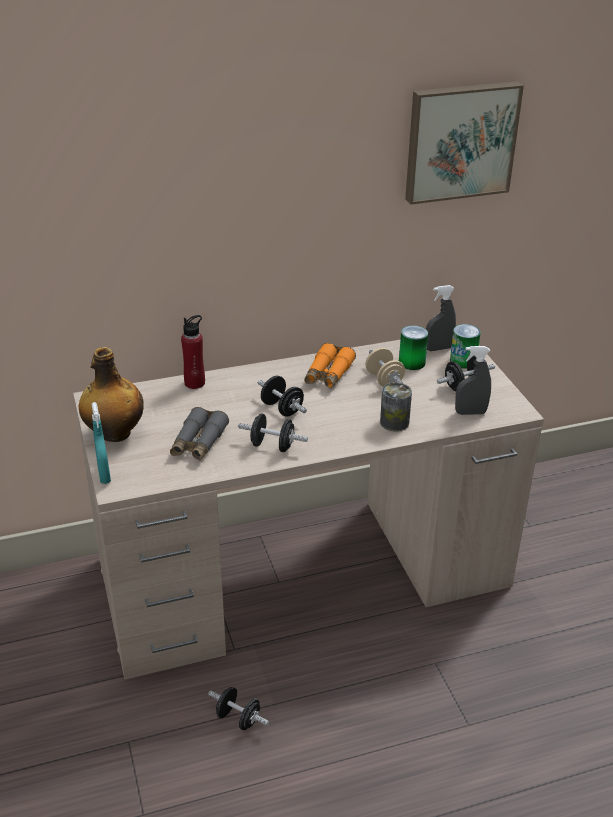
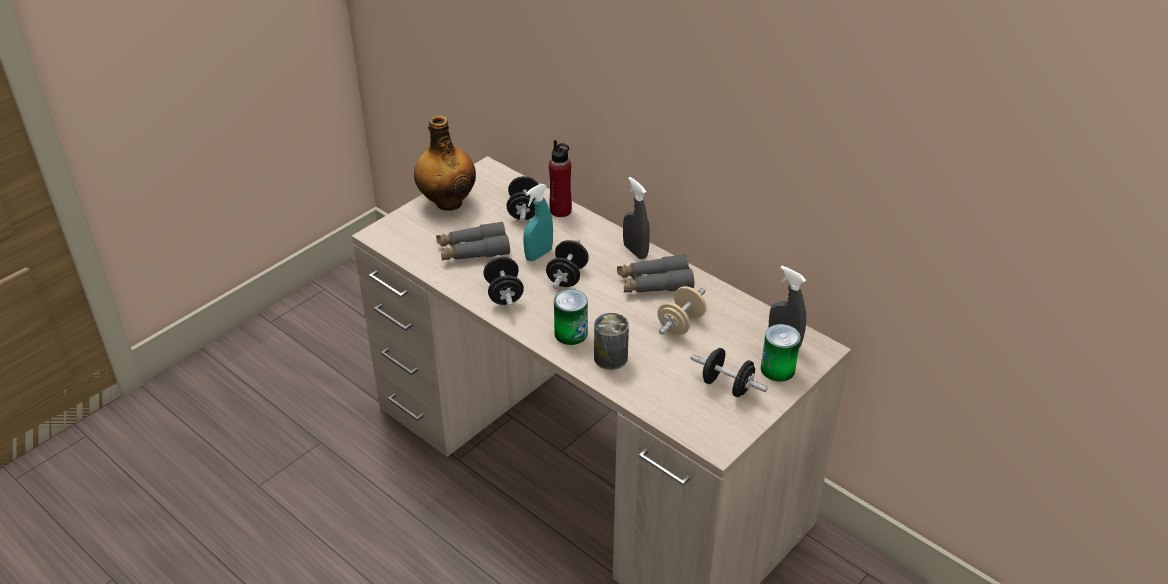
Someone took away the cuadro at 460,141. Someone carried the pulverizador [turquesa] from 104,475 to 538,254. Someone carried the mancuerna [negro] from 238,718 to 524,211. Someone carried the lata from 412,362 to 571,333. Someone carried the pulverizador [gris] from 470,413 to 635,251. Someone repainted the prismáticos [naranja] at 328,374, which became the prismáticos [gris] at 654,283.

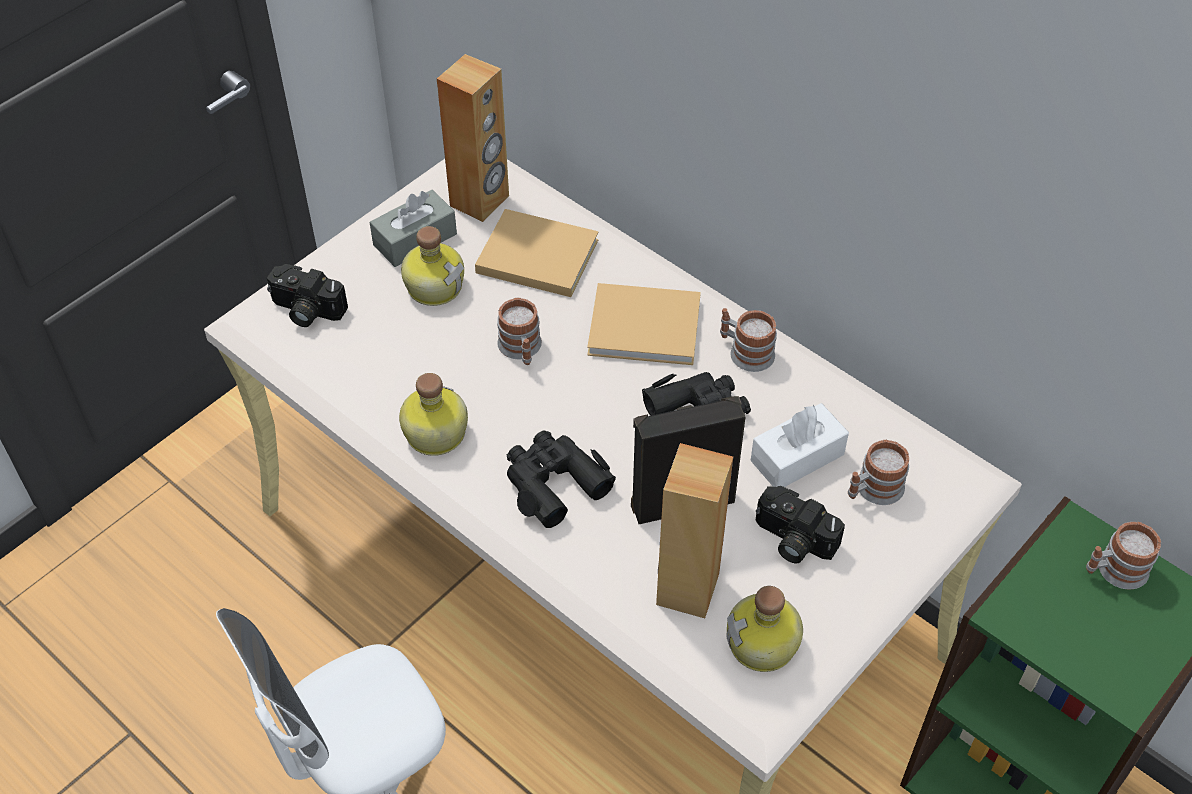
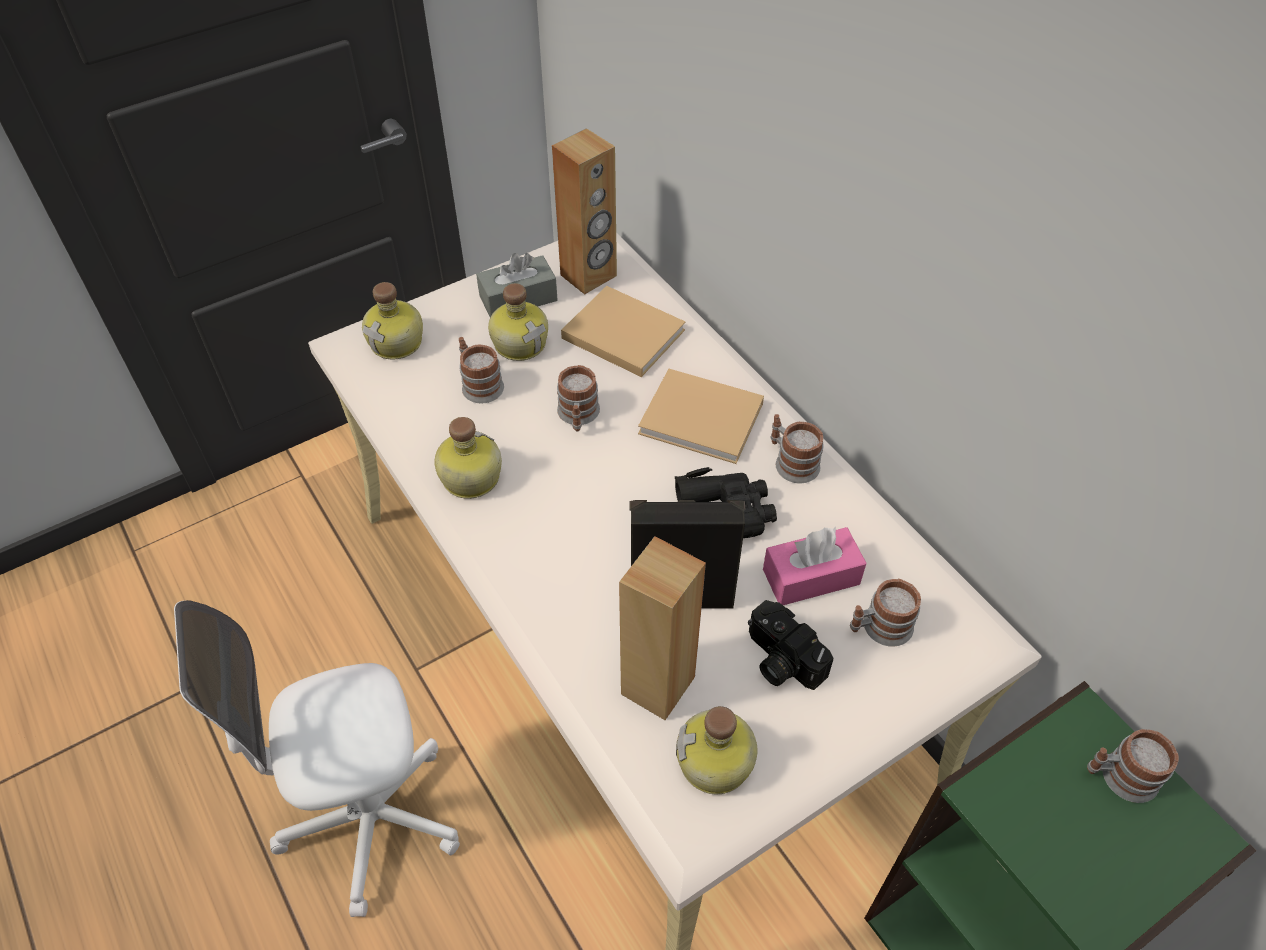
Someone took away the prismáticos [negro] at 553,482. Someone put down the taza grande at 479,384. Someone swapped the cámara at 305,310 for the botella at 398,342. Someone repainted the caja de pañuelos [blanco] at 797,457, which became the caja de pañuelos [rosa] at 811,577.

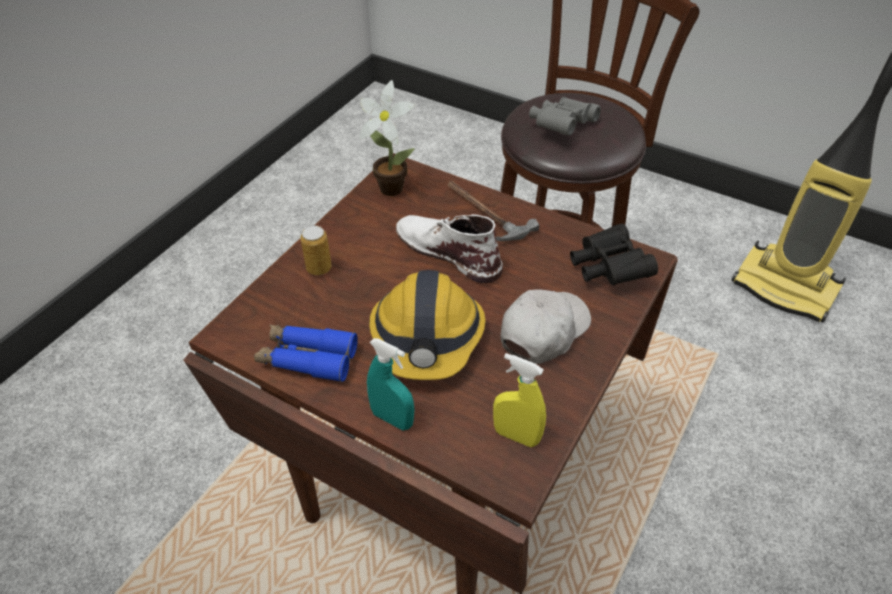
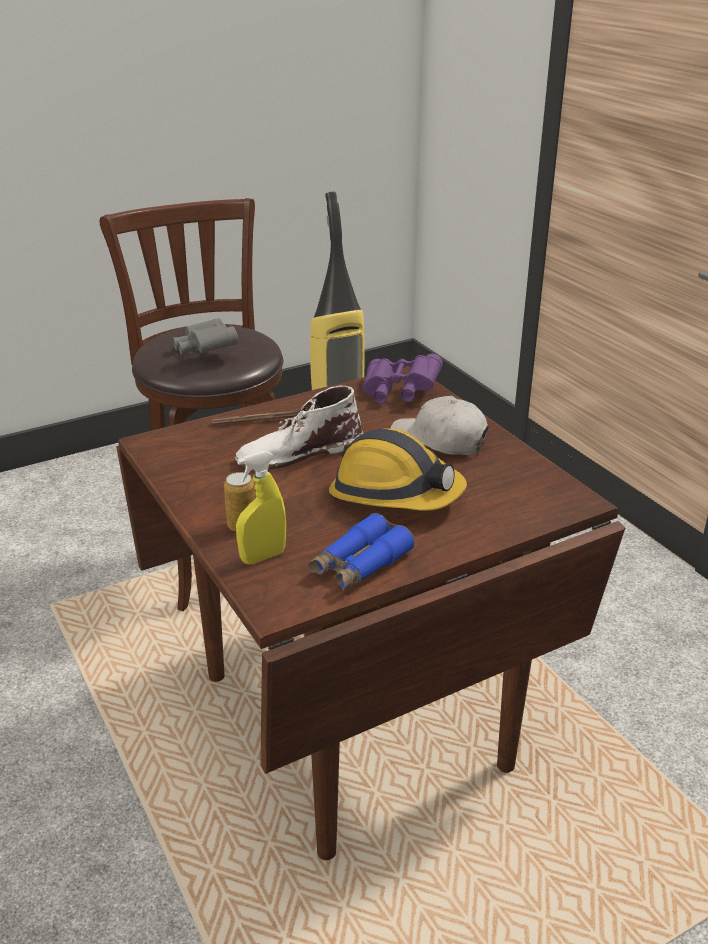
Someone took away the planta en maceta at 389,186. Someone took away the pulverizador [turquesa] at 392,419. Someone carried the pulverizador [amarillo] from 516,436 to 263,557. Someone repainted the prismáticos [negro] at 607,268, which became the prismáticos [morado] at 399,393. Someone rotated the gorra [blanco] at 543,331 by 45 degrees counterclockwise.

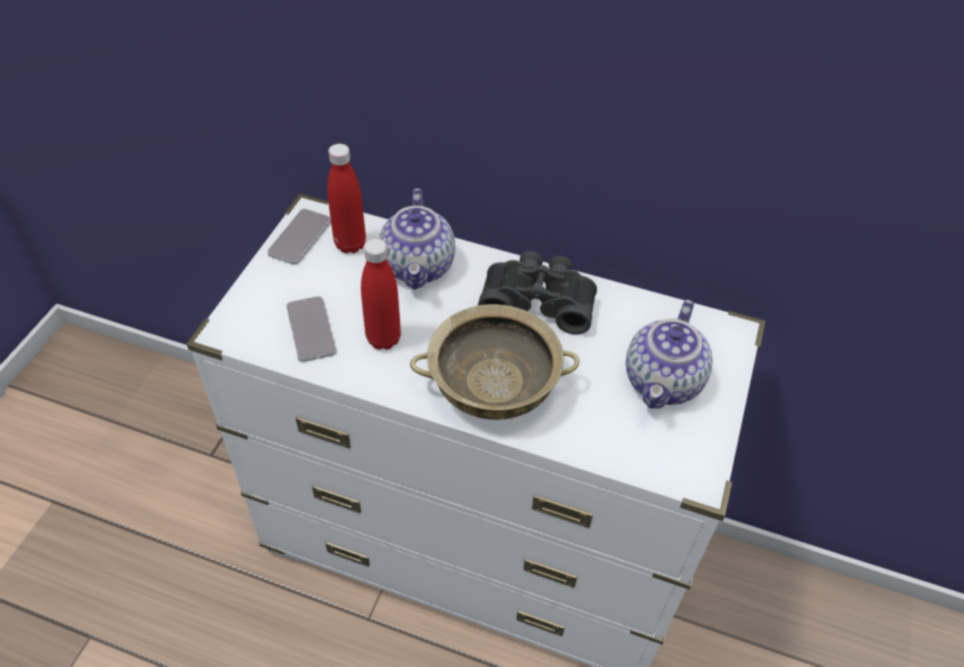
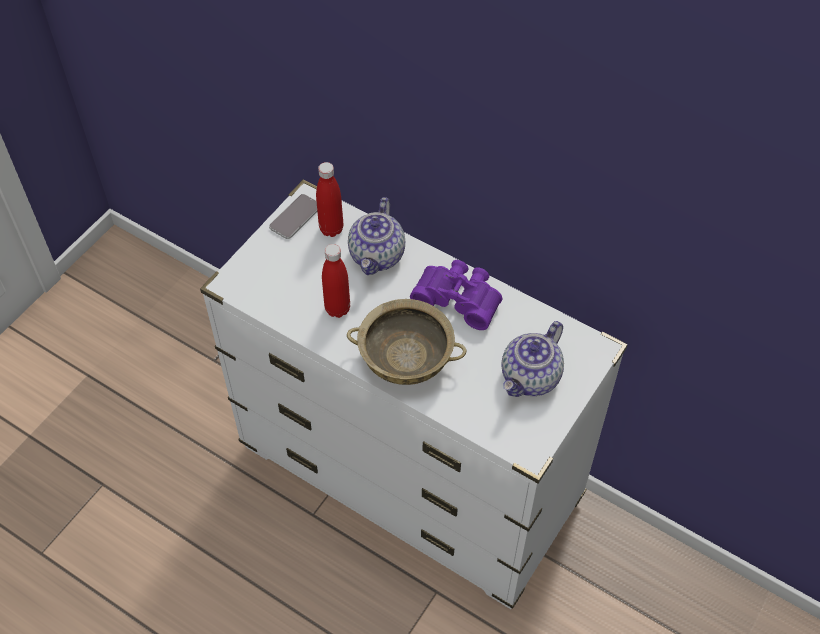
Someone took away the móvil at 311,329. Someone repainted the prismáticos [negro] at 538,300, which became the prismáticos [morado] at 459,298.

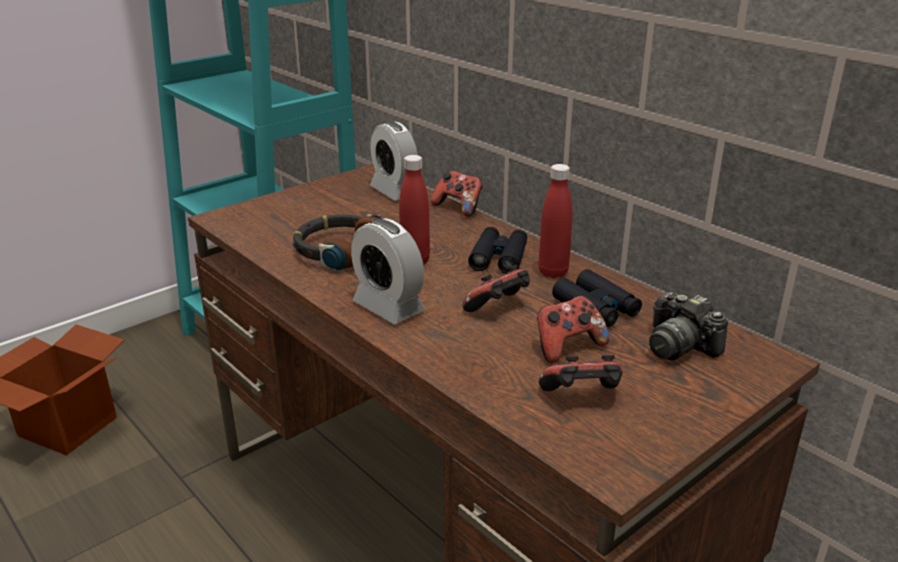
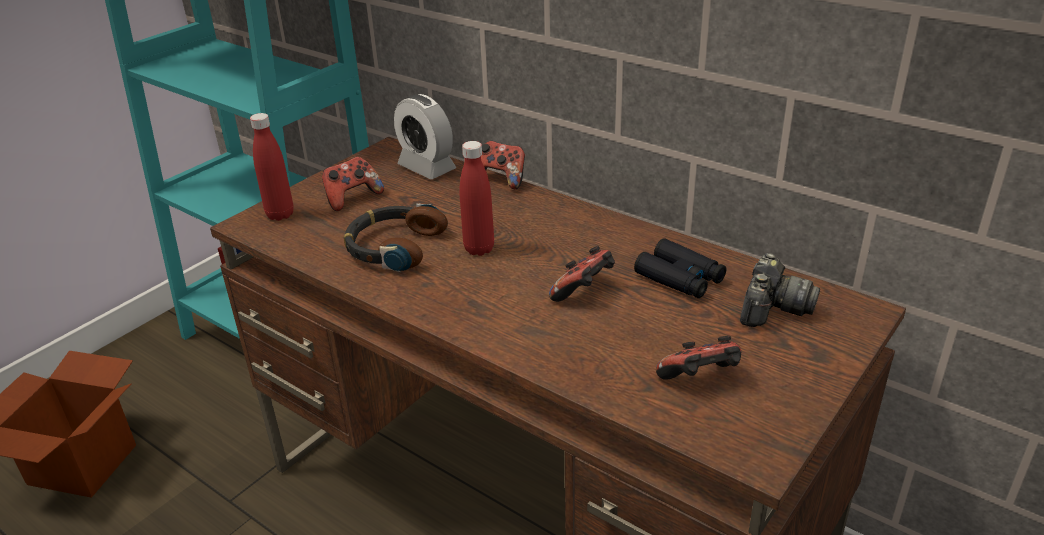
Someone took away the despertador at 388,307. Someone took away the prismáticos [negro] at 499,258. Someone carried the mando de consola from 567,346 to 352,198. Someone carried the botella [rojo] from 553,272 to 280,215. Someone rotated the cámara at 679,346 by 105 degrees counterclockwise.

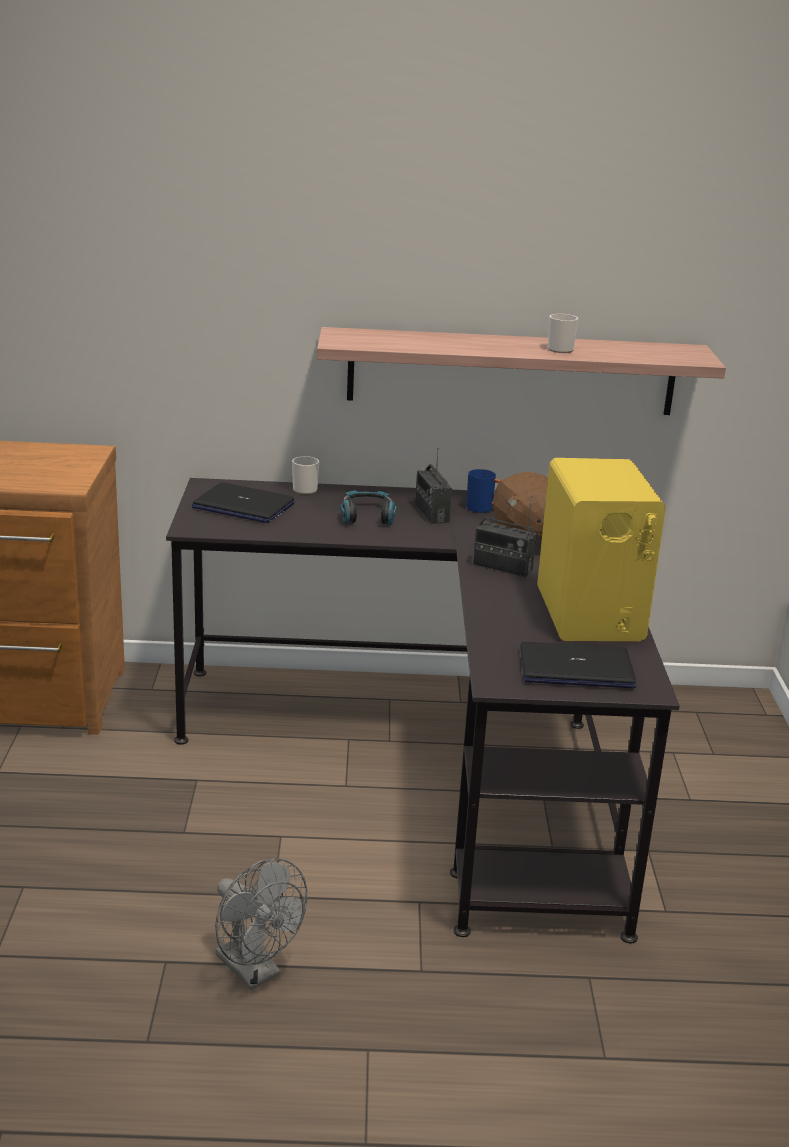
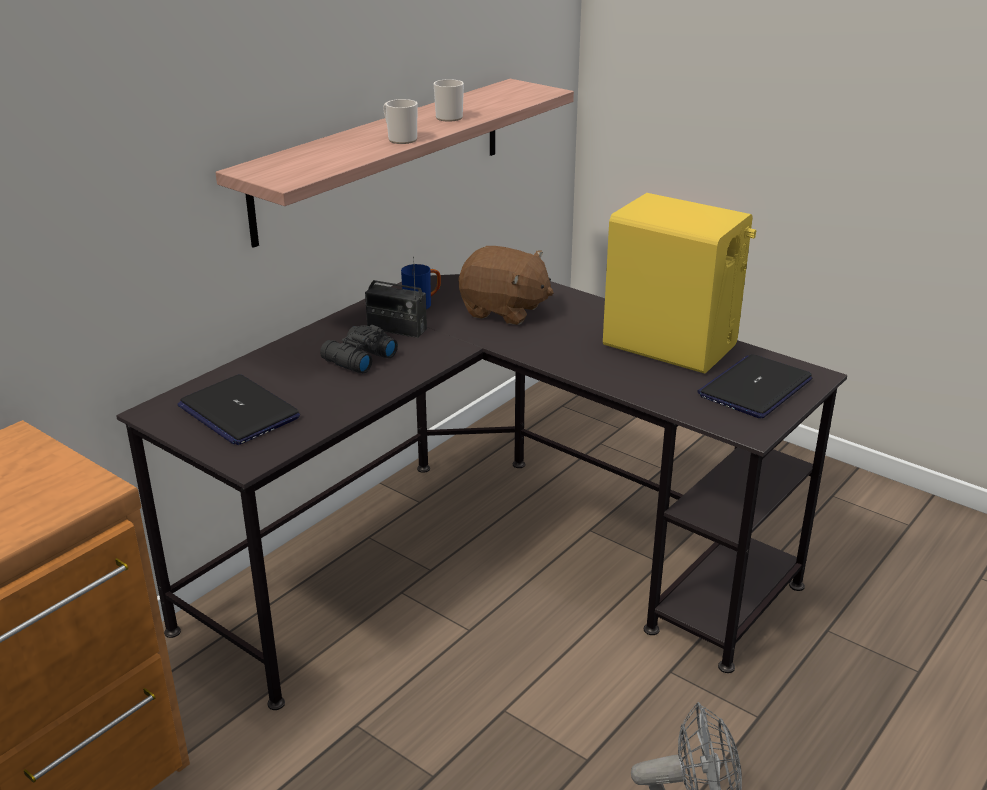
Someone took away the radio at 502,567. Someone carried the taza grande from 305,489 to 400,139. Someone swapped the auriculares at 367,515 for the prismáticos [negro] at 357,359. Someone rotated the portátil at 243,506 by 75 degrees clockwise.

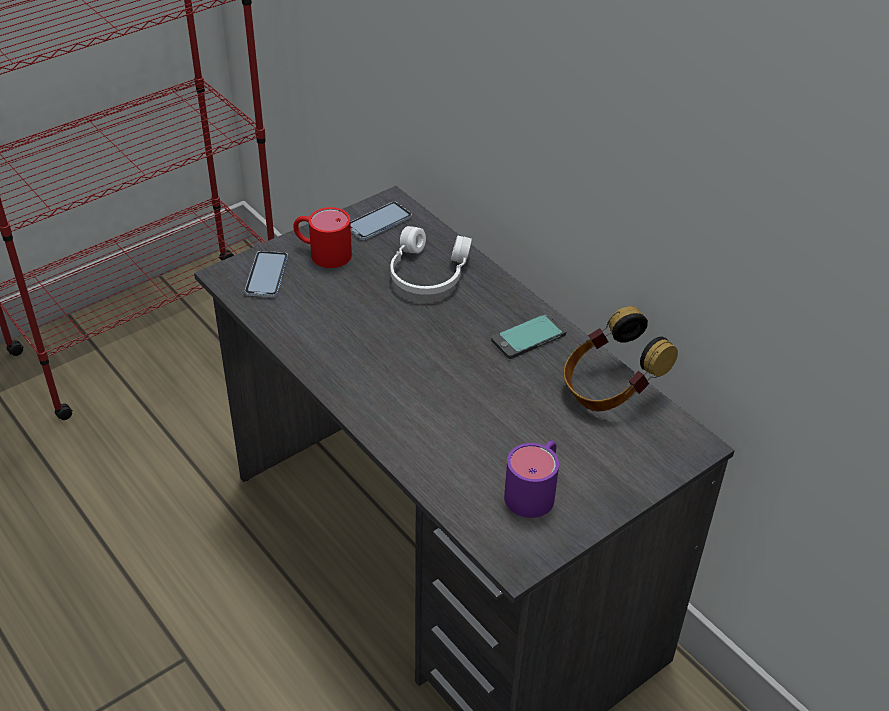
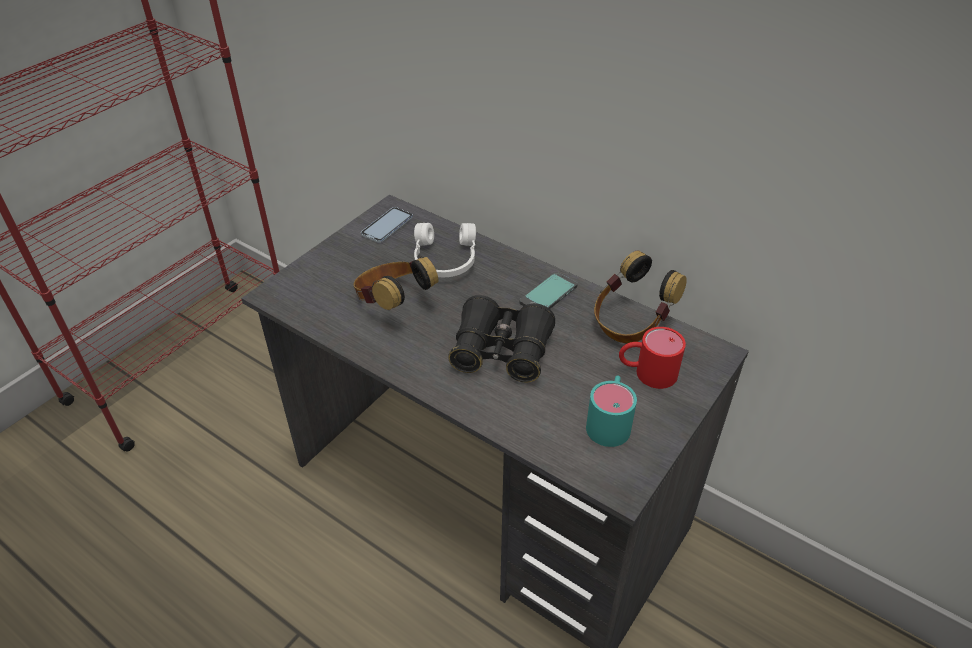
Someone took away the móvil at 266,275. Someone put down the auriculares at 393,304. Someone put down the prismáticos [negro] at 501,351. Someone carried the taza grande [rojo] from 322,252 to 646,372. Someone repainted the taza grande [morado] at 535,490, which became the taza grande [turquesa] at 610,421.

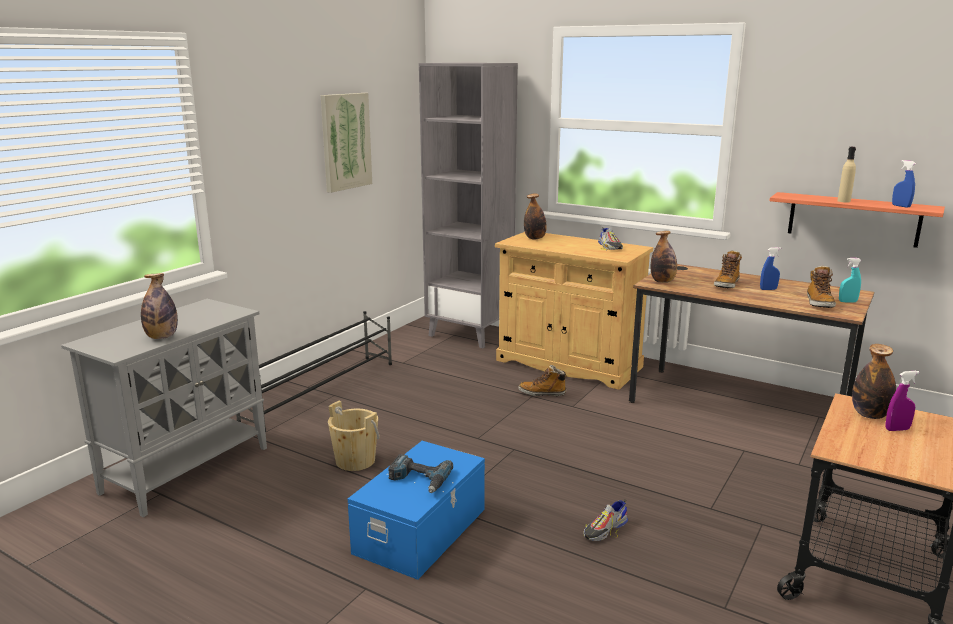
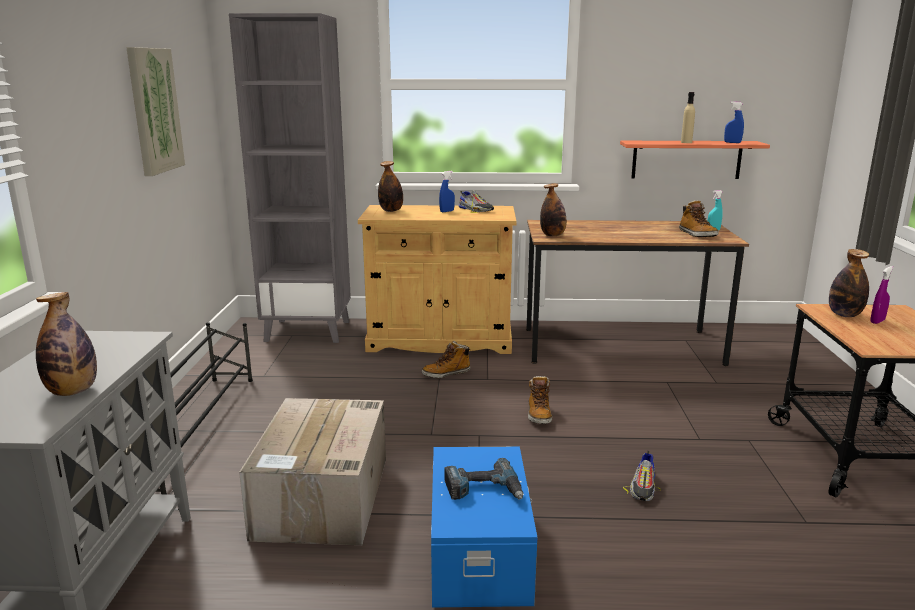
Someone carried the bota from 726,284 to 539,414. Someone carried the pulverizador [azul] from 768,289 to 447,211. Someone swapped the cubo [beis] at 355,461 for the caja de cartón at 322,498.

